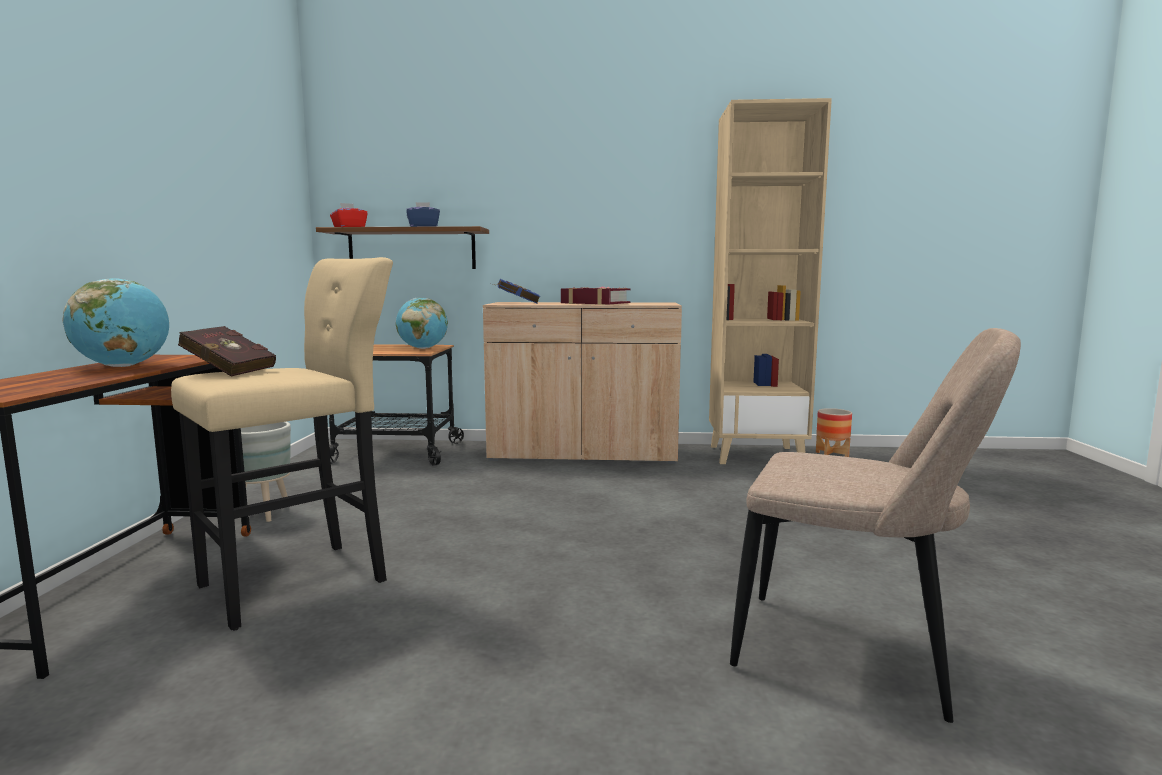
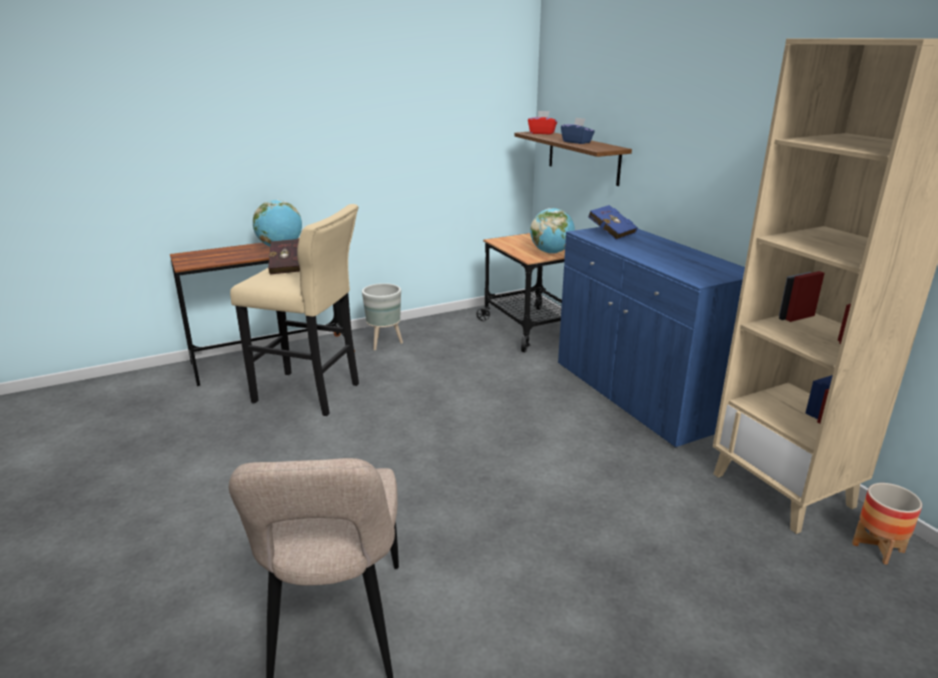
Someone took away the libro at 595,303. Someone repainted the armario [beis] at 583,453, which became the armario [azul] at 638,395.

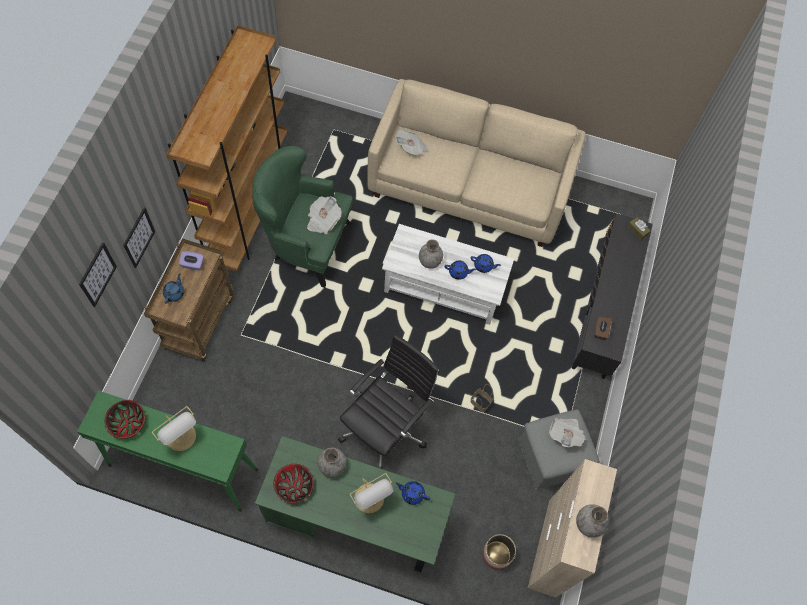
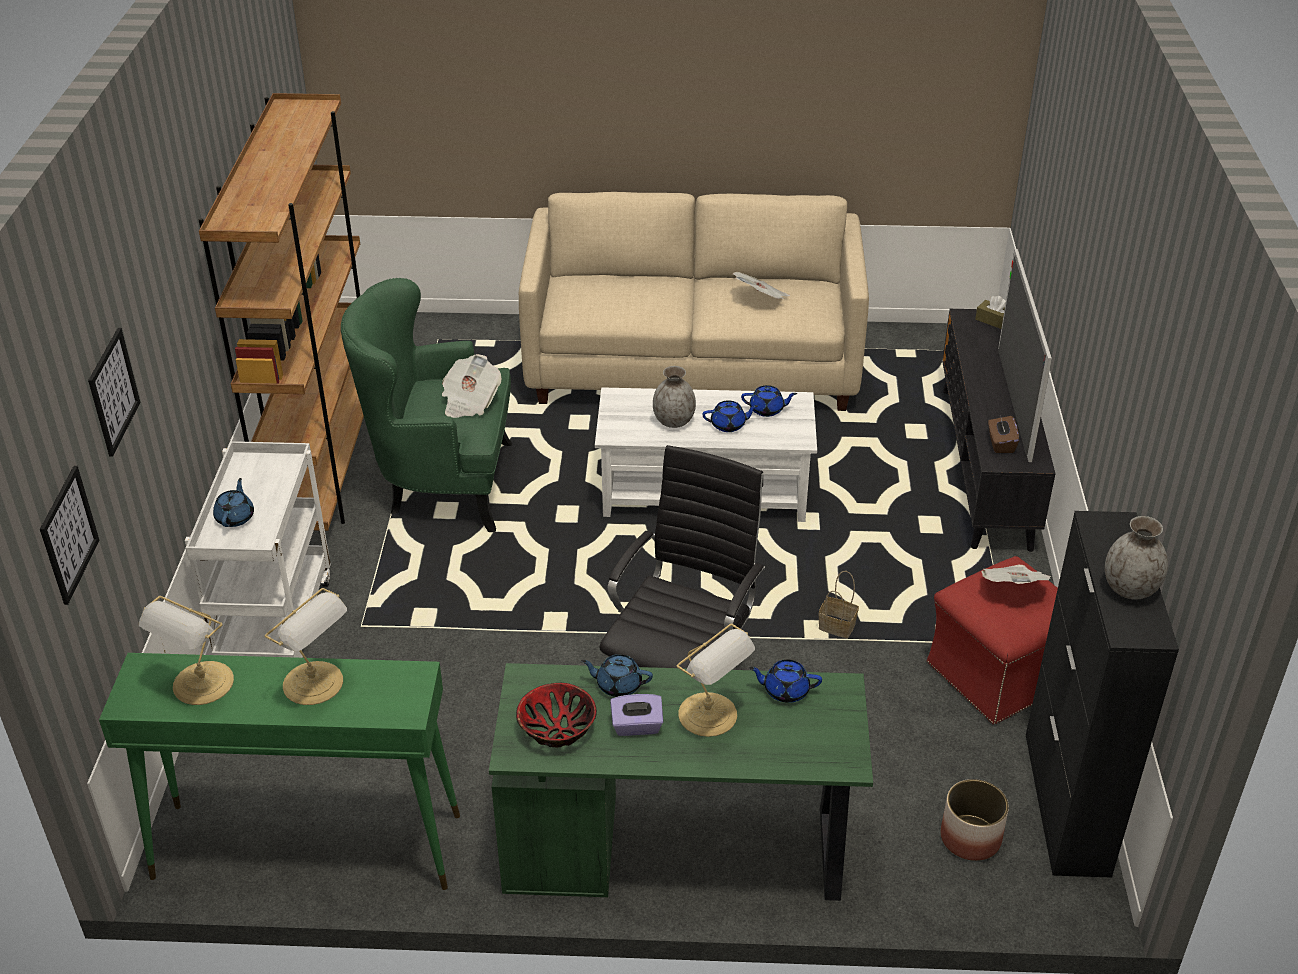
Someone put down the televisor at 1013,402. Someone carried the cuadro from 138,237 to 68,534. Someone carried the caja de pañuelos [morado] from 192,264 to 637,726. Someone carried the periódico from 411,148 to 761,299. Someone swapped the cuenco at 128,422 for the lámpara de mesa at 201,685. Someone swapped the florero [gris] at 332,466 for the tetera [azul] at 618,685. Someone repainted the carrito [marrón] at 199,321, which became the carrito [blanco] at 275,623. Someone repainted the puf [gris] at 550,457, which became the puf [rojo] at 997,675. Someone repainted the armario [beis] at 552,548, which became the armario [negro] at 1066,804.

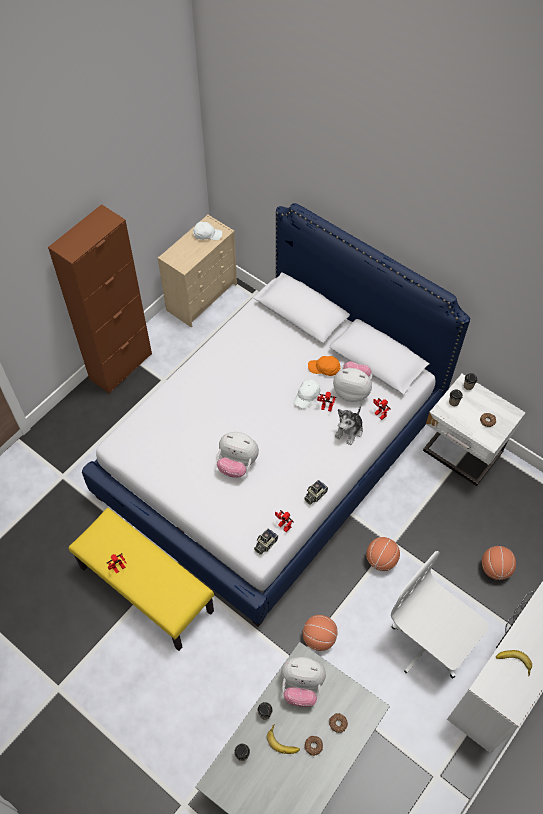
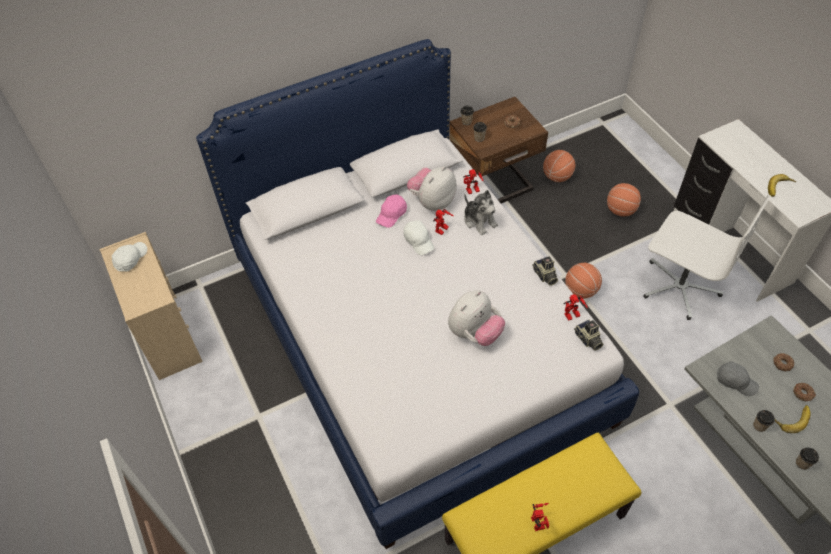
Someone took away the armario [marrón] at 121,366. Someone carried the balón de baloncesto from 319,638 to 557,176. Someone swapped the peluche at 301,686 for the gorra [gris] at 735,381. Someone repainted the gorra [naranja] at 324,369, which became the gorra [rosa] at 392,215. Someone repainted the mesita de noche [blanco] at 461,453, which became the mesita de noche [marrón] at 493,187. Someone rotated the silla de oficina [blanco] at 429,643 by 120 degrees counterclockwise.

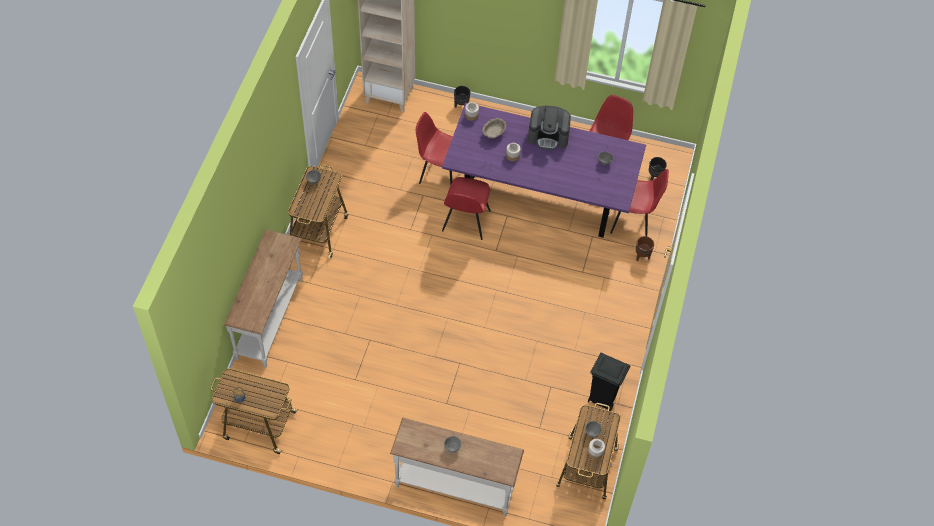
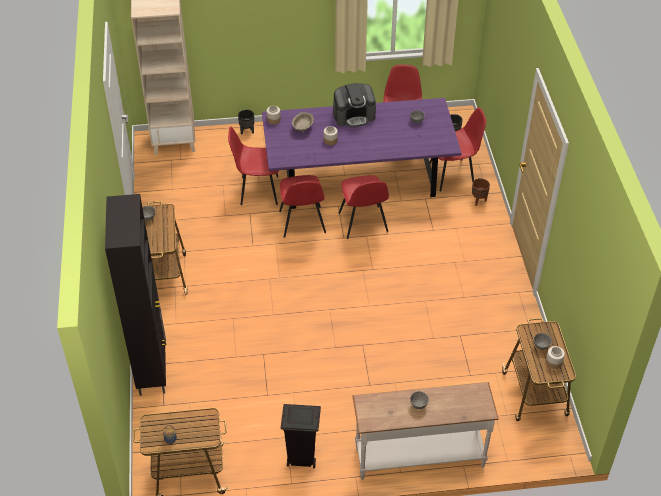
Someone put down the silla [rojo] at 363,223. Someone carried the papelera [negro] from 602,399 to 301,458. Someone swapped the mesa consola [blanco] at 271,319 for the armario [negro] at 152,369.

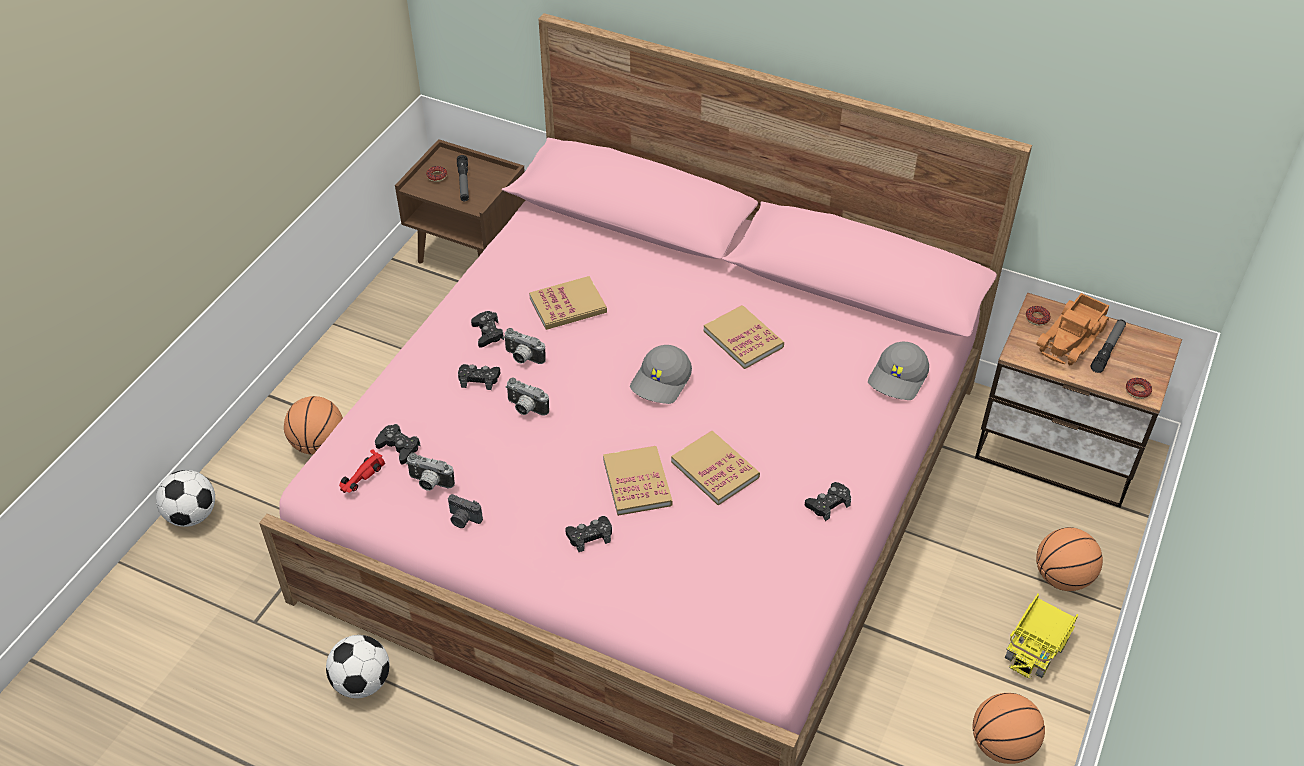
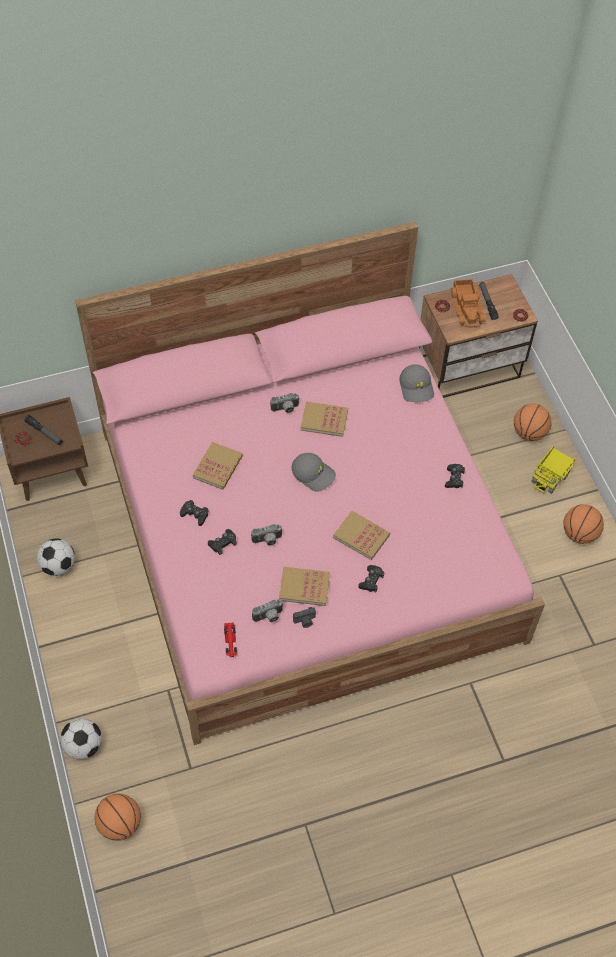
Someone took away the mando de consola [negro] at 399,447. Someone carried the balón de baloncesto from 318,444 to 120,824. Someone carried the balón de fútbol from 362,682 to 58,566. Someone carried the cámara from 522,358 to 285,409. Someone carried the libro from 715,470 to 304,587. Someone rotated the gorra [gris] at 662,382 by 45 degrees counterclockwise. Someone rotated the camión de juguete at 1036,648 by 45 degrees clockwise.

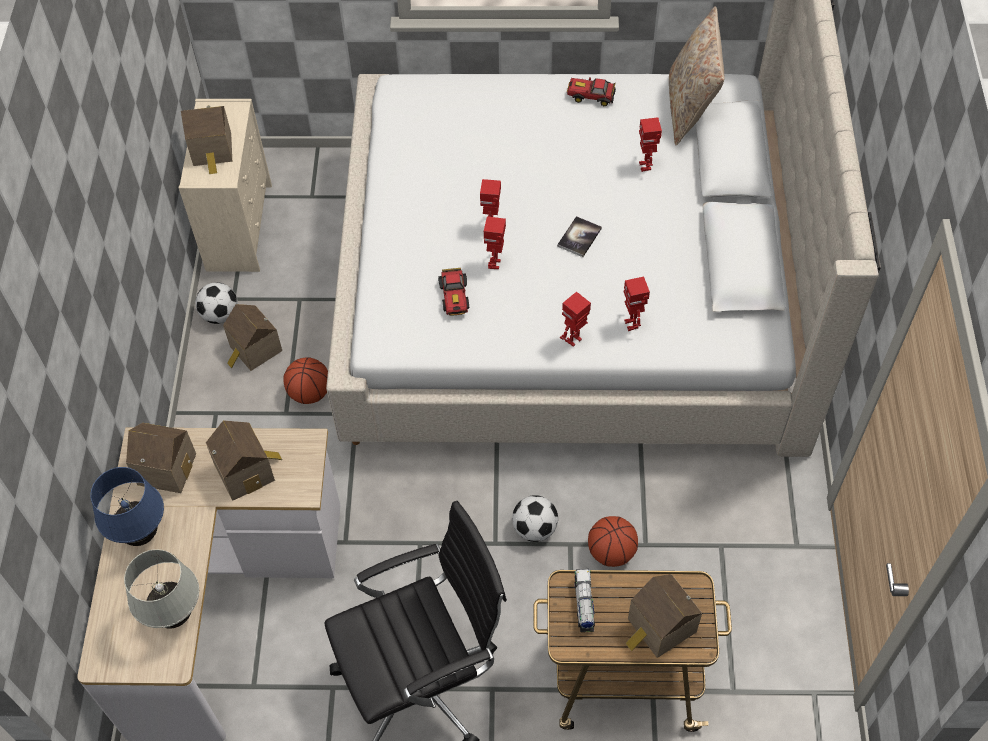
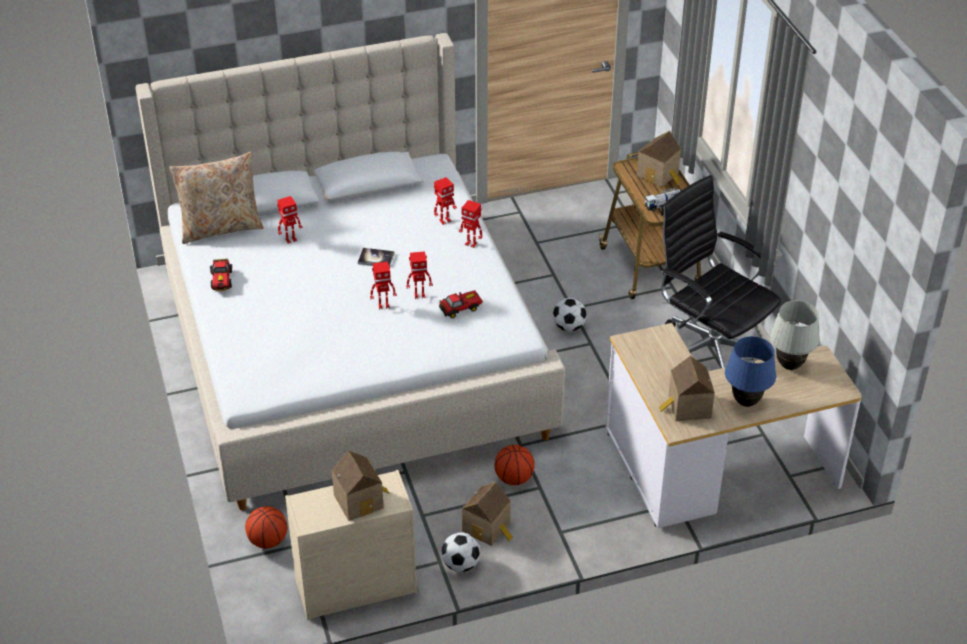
Someone took away the casita at 247,471. Someone carried the balón de baloncesto from 611,552 to 268,541.

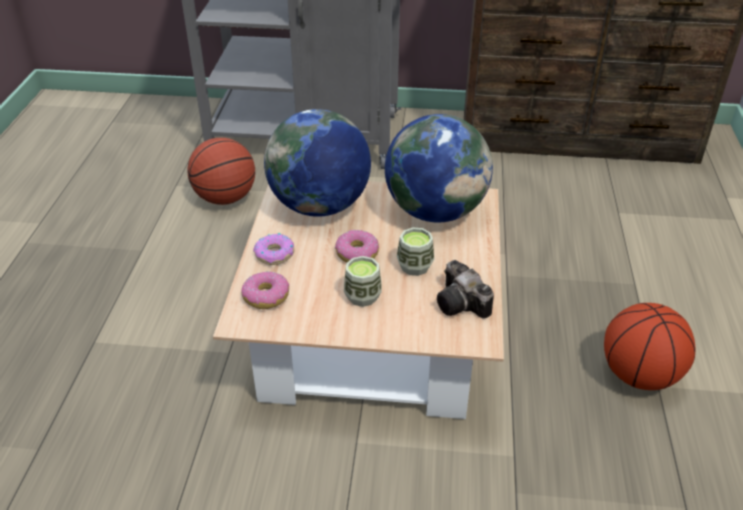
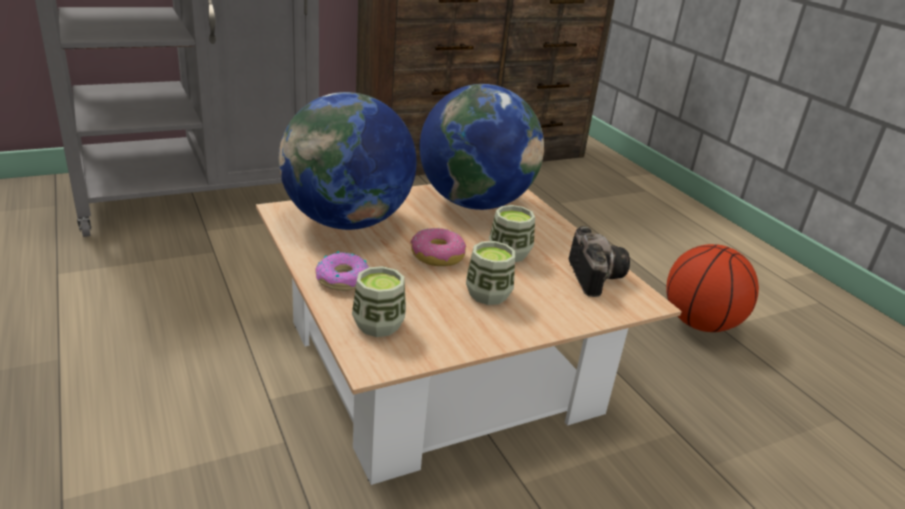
Someone took away the balón de baloncesto at 225,198. Someone swapped the rosquilla at 266,296 for the taza at 378,324. Someone rotated the cámara at 463,305 by 120 degrees counterclockwise.

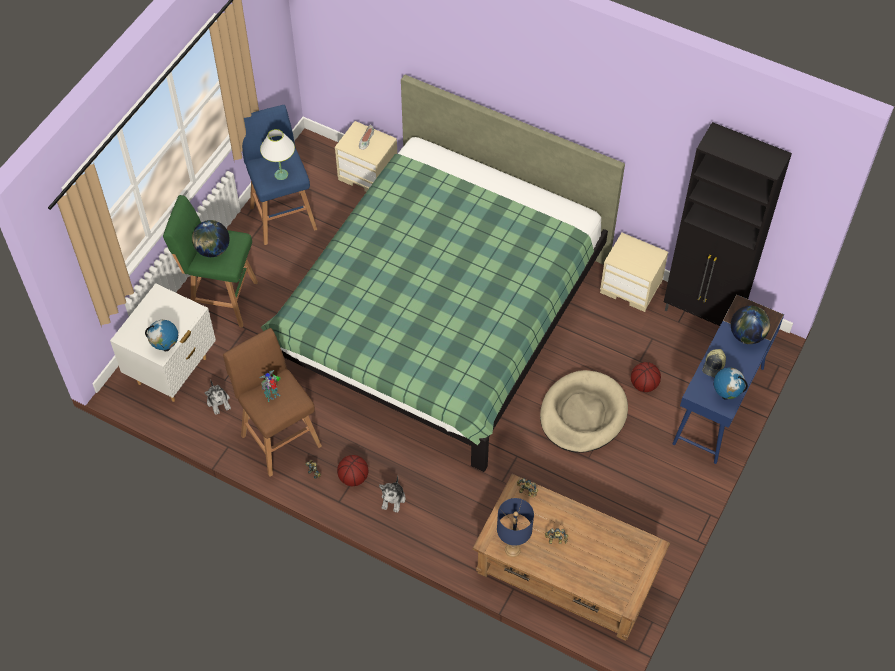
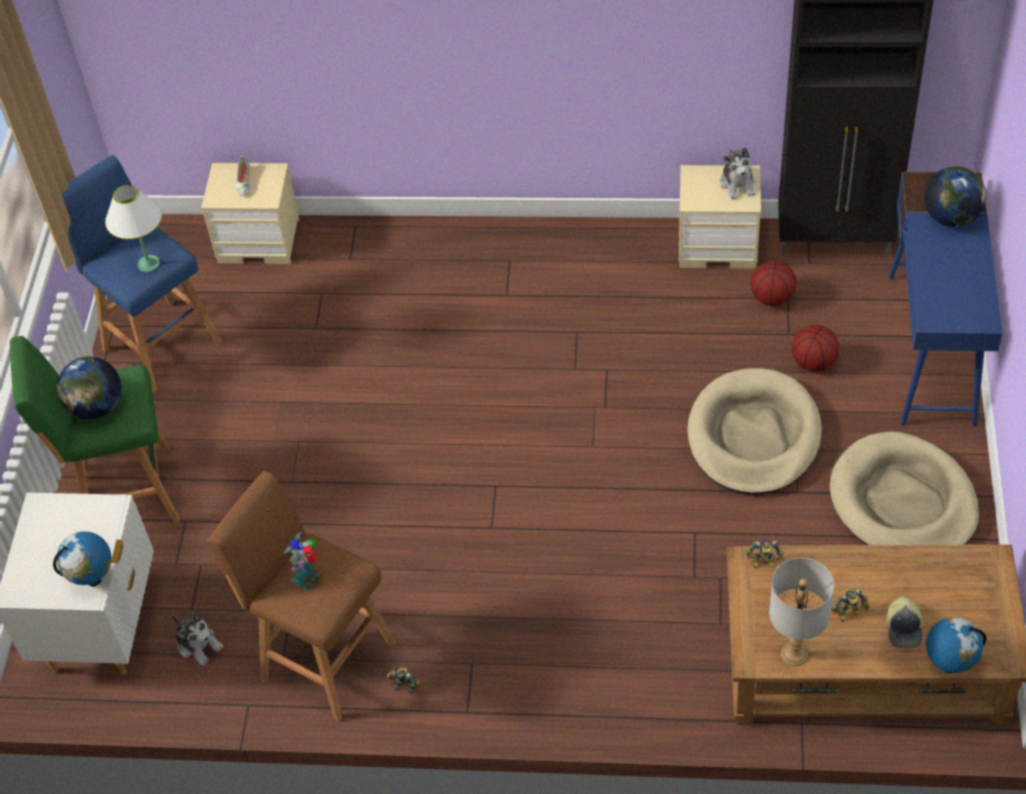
Someone took away the cama [verde] at 441,315. Someone put down the cama para perro [beis] at 903,502. Someone carried the balón de baloncesto from 353,477 to 772,298. Someone carried the peluche from 393,499 to 737,184. Someone carried the gorra from 714,366 to 904,628. Someone carried the globo terráqueo from 725,395 to 949,665. Someone repainted the lámpara de mesa [azul] at 512,549, which became the lámpara de mesa [gris] at 794,654.

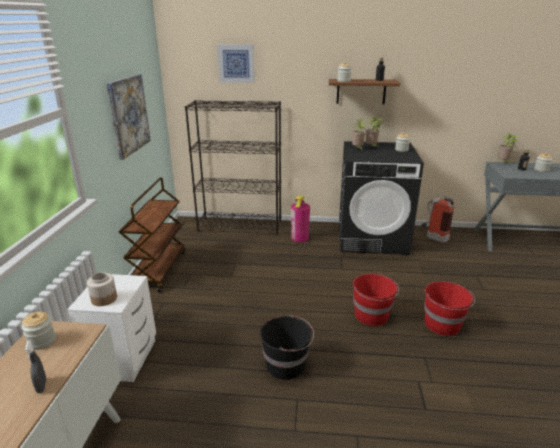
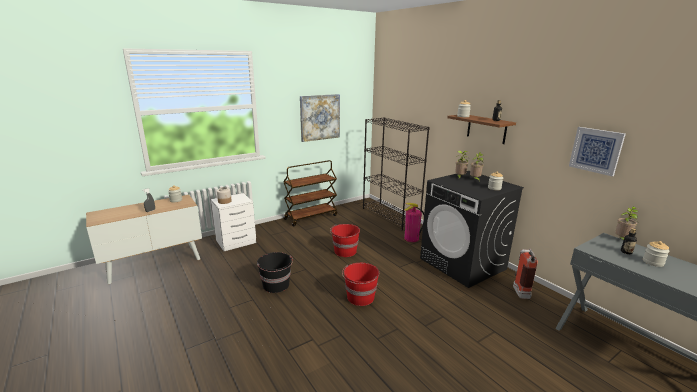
Someone carried the cuadro from 236,63 to 596,150. Someone carried the cubo [rojo] from 442,325 to 345,251.

